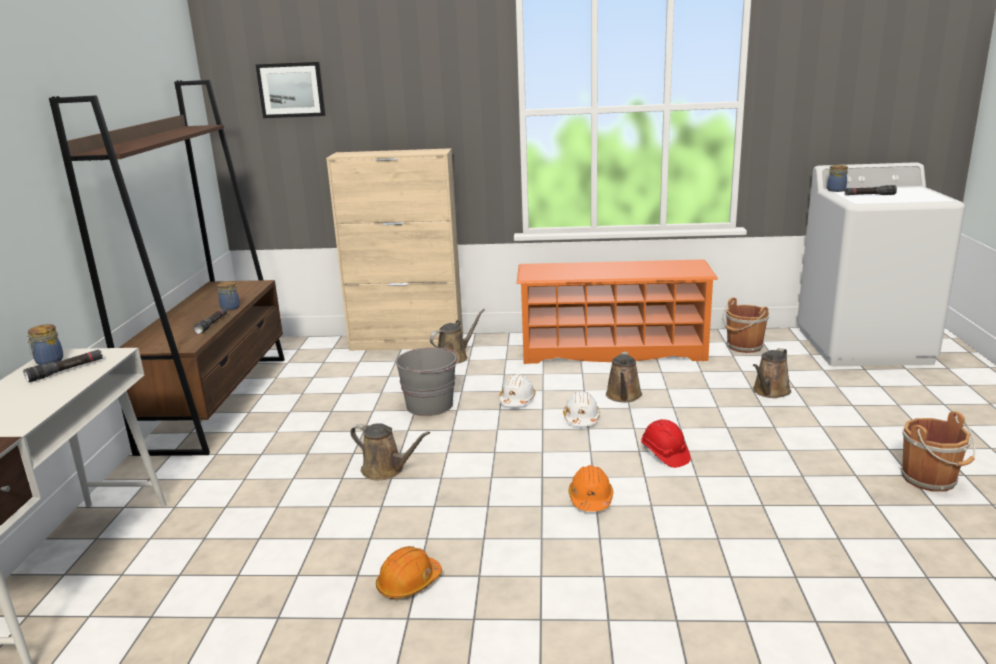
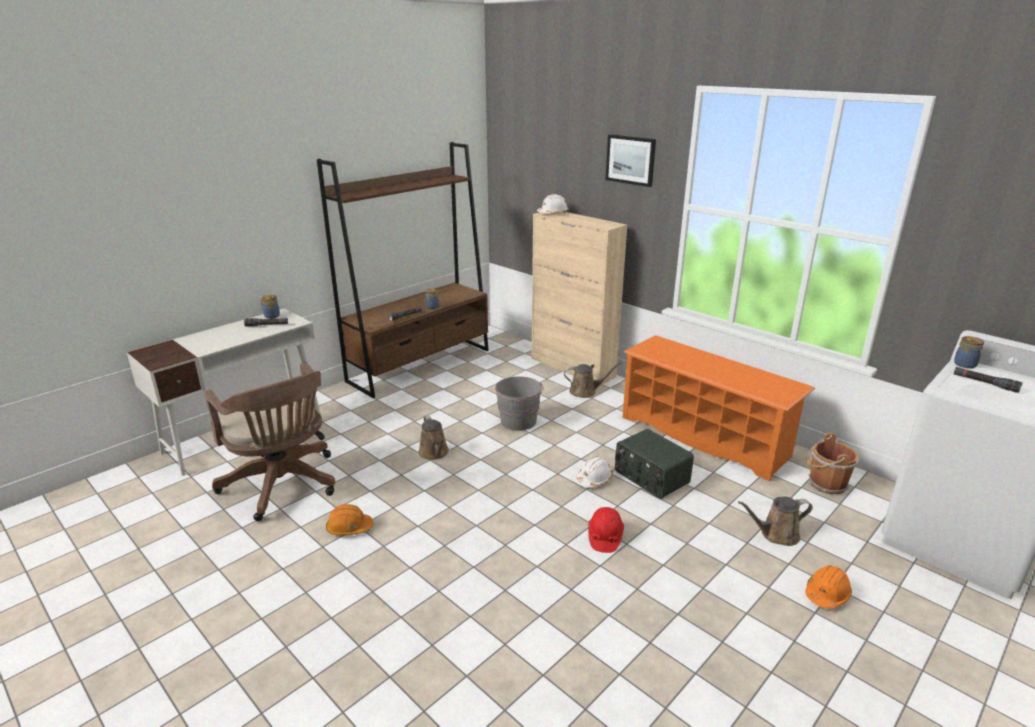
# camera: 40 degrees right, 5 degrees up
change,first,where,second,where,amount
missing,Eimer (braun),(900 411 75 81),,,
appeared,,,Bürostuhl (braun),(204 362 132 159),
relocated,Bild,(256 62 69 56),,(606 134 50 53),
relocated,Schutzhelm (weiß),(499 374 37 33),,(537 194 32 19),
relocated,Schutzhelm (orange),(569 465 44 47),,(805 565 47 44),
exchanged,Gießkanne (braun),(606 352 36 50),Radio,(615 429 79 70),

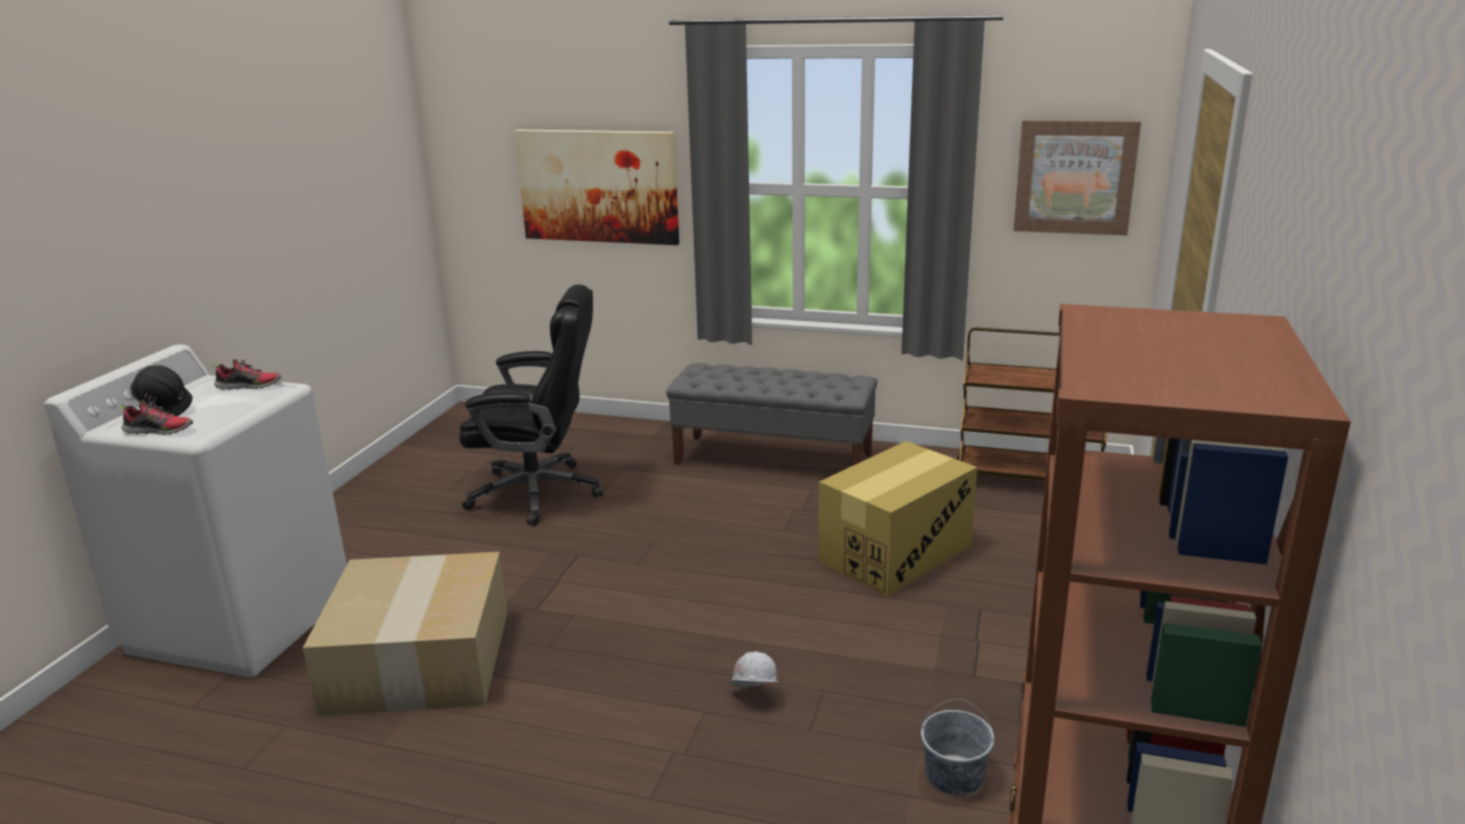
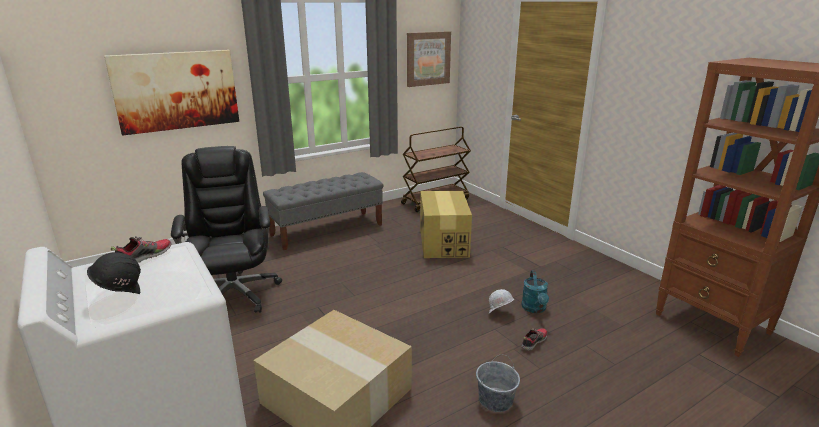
# camera: 50 degrees left, 0 degrees up
change,first,where,second,where,amount
appeared,,,Gießkanne (türkis),(521 270 28 43),
relocated,Schuh,(120 401 73 34),,(521 328 27 23),
relocated,Eimer (grau),(920 699 75 97),,(476 355 44 57),
spun,Bürostuhl (schwarz),(459 285 144 241),,(171 146 111 167),60 degrees counterclockwise

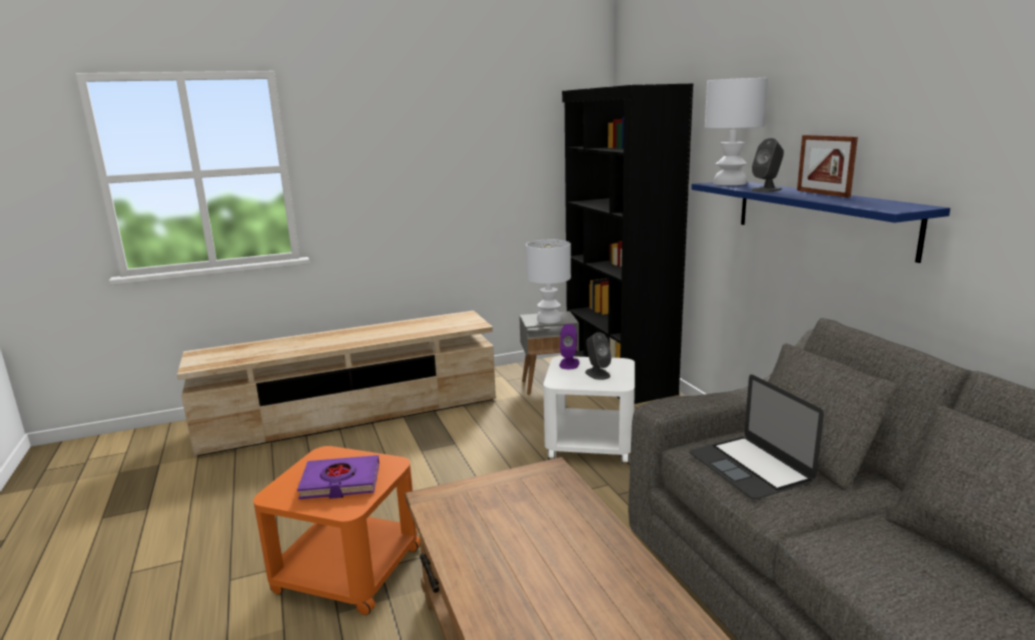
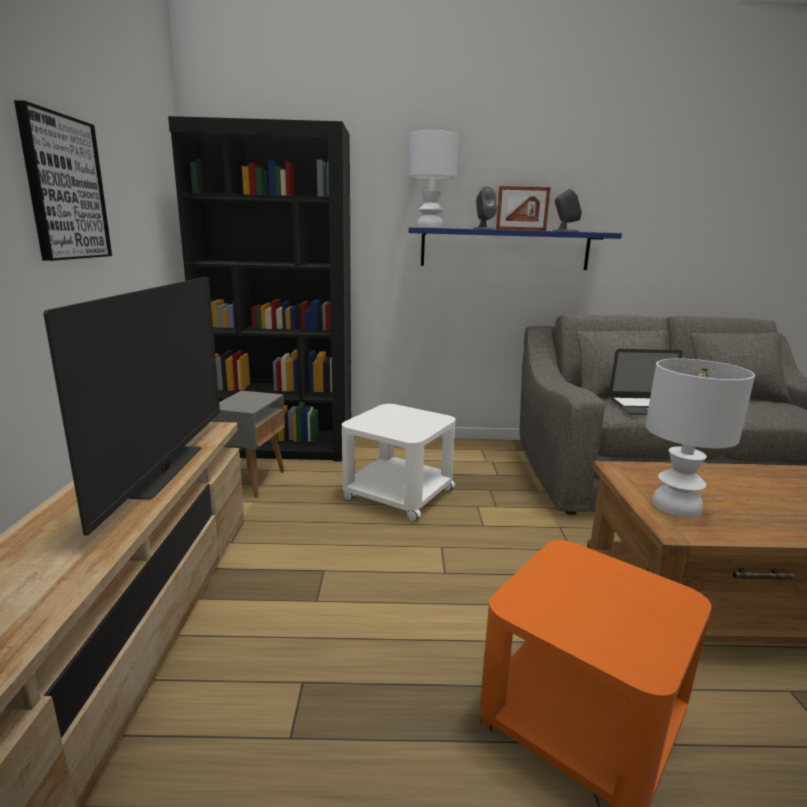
# camera: 70 degrees left, 0 degrees up
change,first,where,second,where,amount
missing,Buch (lila),(297 455 82 44),,,
missing,Lautsprecher (lila),(560 324 19 45),,,
appeared,,,Bild,(14 100 98 161),
appeared,,,Fernseher,(43 277 177 259),
relocated,Tischlampe (weiß),(526 240 45 83),,(645 358 110 160),
relocated,Lautsprecher (grau),(585 332 27 48),,(552 189 30 43),

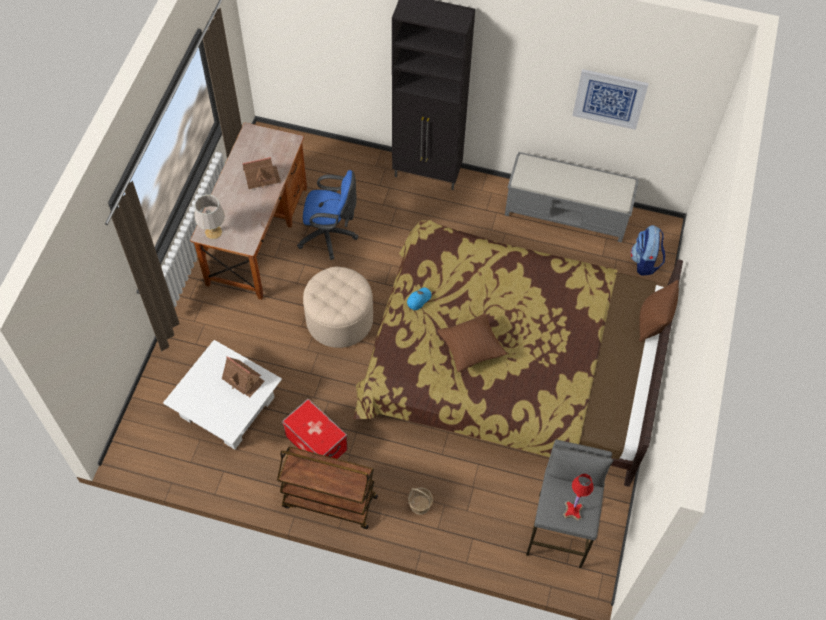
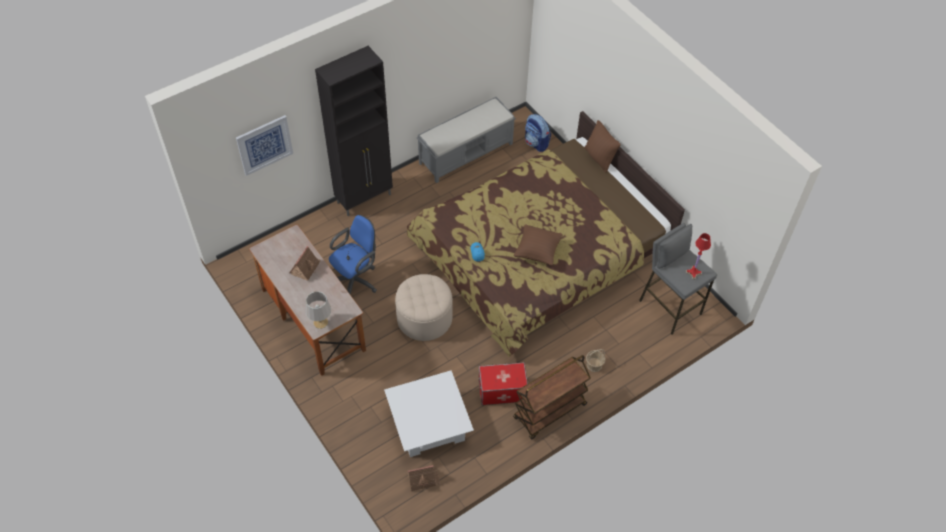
# camera: 50 degrees left, 5 degrees down
change,first,where,second,where,amount
relocated,Spielzeughaus,(222 356 43 41),,(407 465 33 26),
relocated,Bild,(572 69 77 61),,(236 115 57 61),

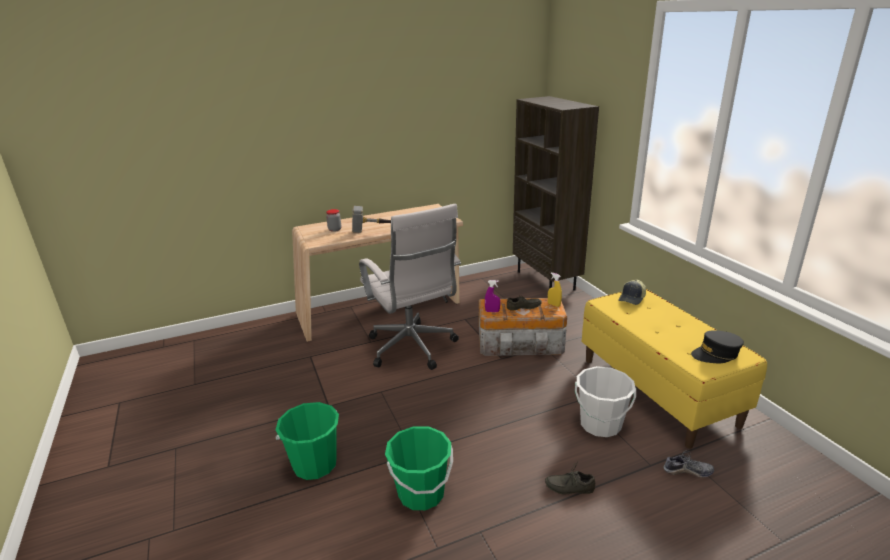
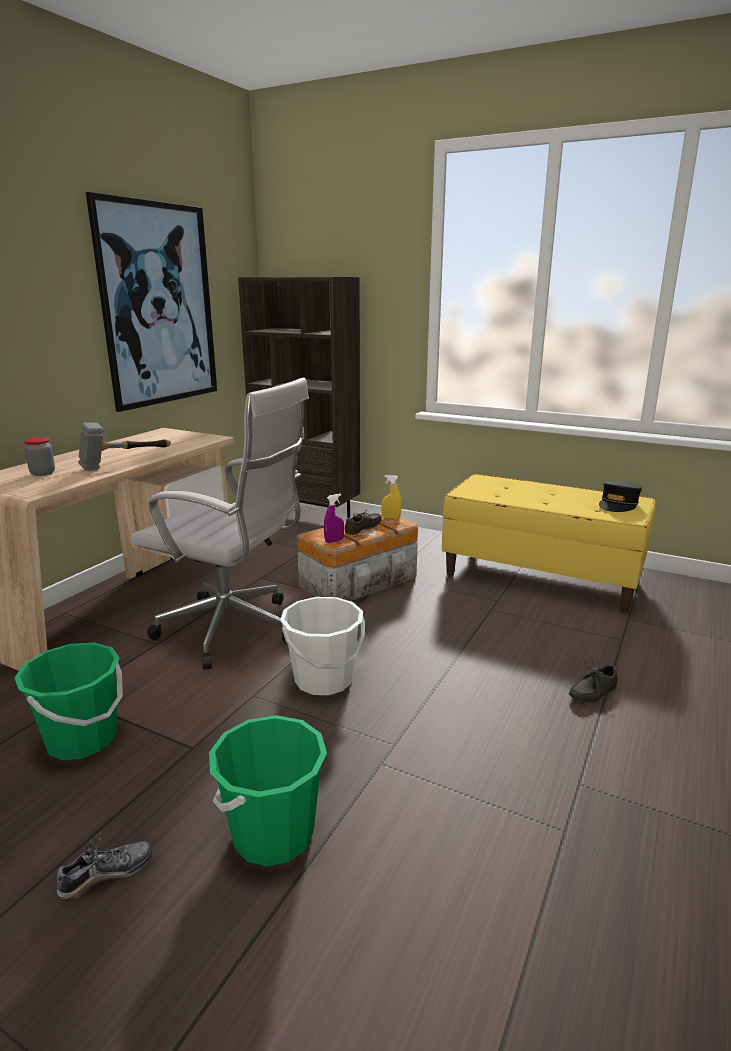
# camera: 40 degrees left, 5 degrees down
change,first,where,second,where,amount
missing,Kappe,(618 280 28 25),,,
appeared,,,Bild,(86 192 131 220),
relocated,Eimer (grün),(385 427 68 83),,(14 642 109 118),
relocated,Eimer (weiß),(575 366 61 71),,(280 597 85 98),
relocated,Schuh,(663 450 51 27),,(53 832 99 68),

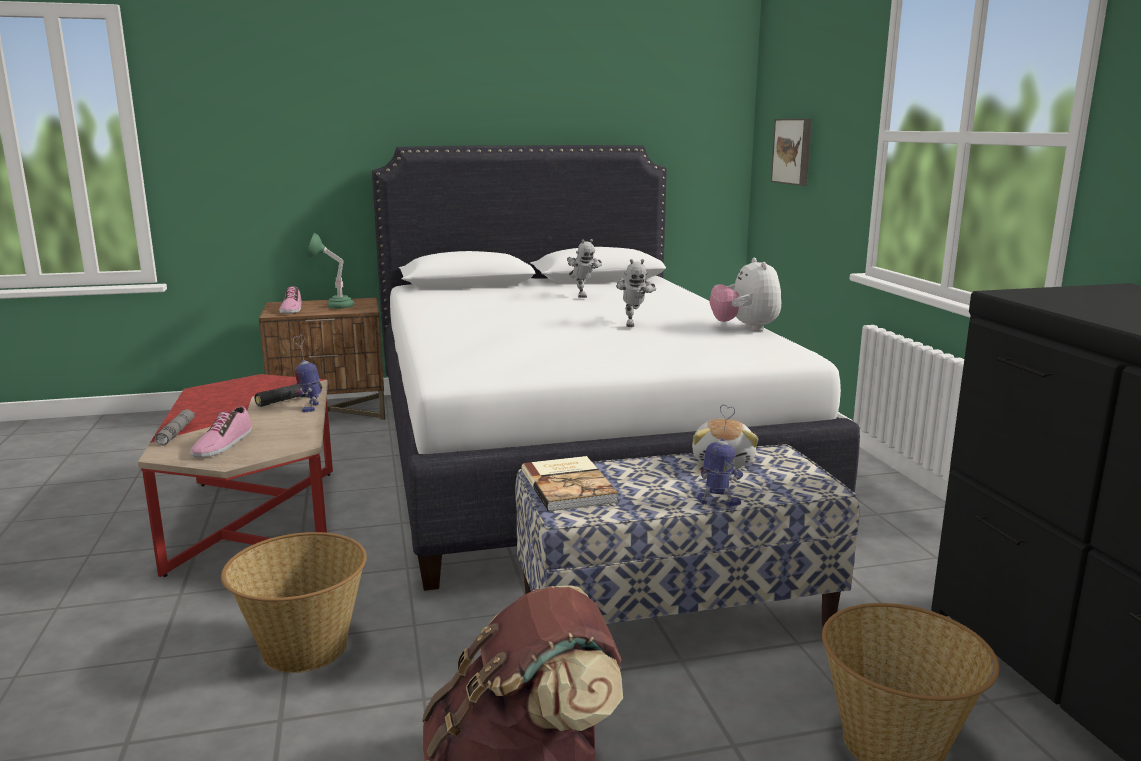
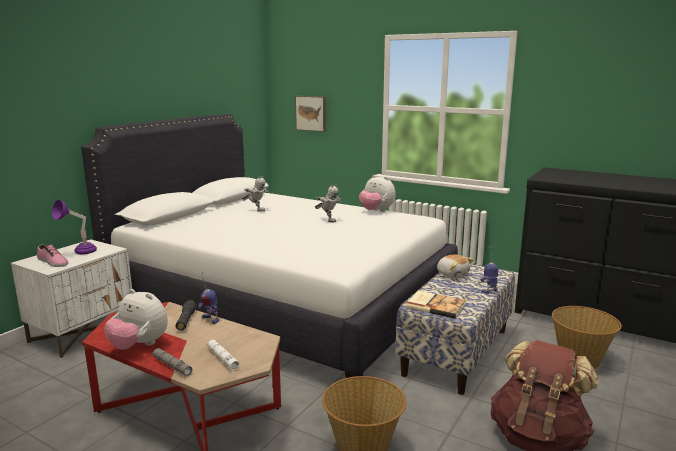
# camera: 45 degrees left, 0 degrees up
change,first,where,second,where,amount
appeared,,,Plüschtier,(104 289 64 61),
exchanged,Schuh,(190 406 62 52),Taschenlampe (weiß),(207 340 32 30),
colour,Nachttisch (braun),(259 298 126 122),Nachttisch (weiß),(11 239 121 120),
colour,Tischlampe (grün),(306 233 48 76),Tischlampe (lila),(52 200 45 54),

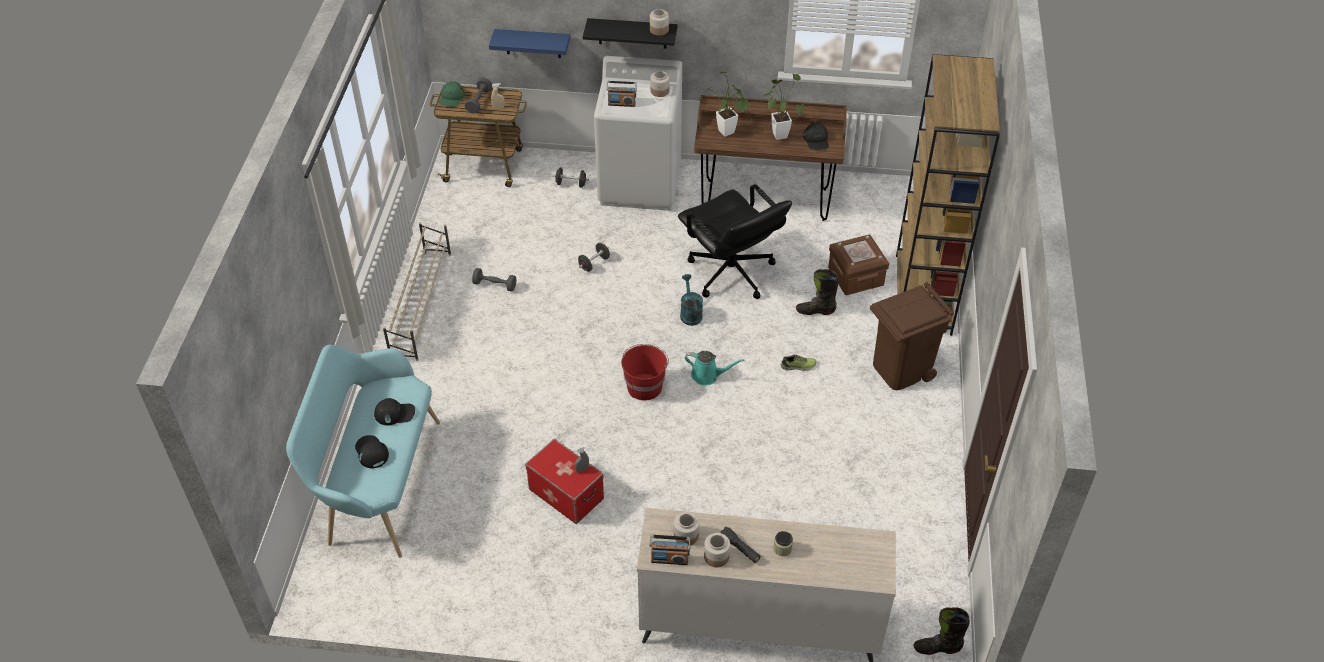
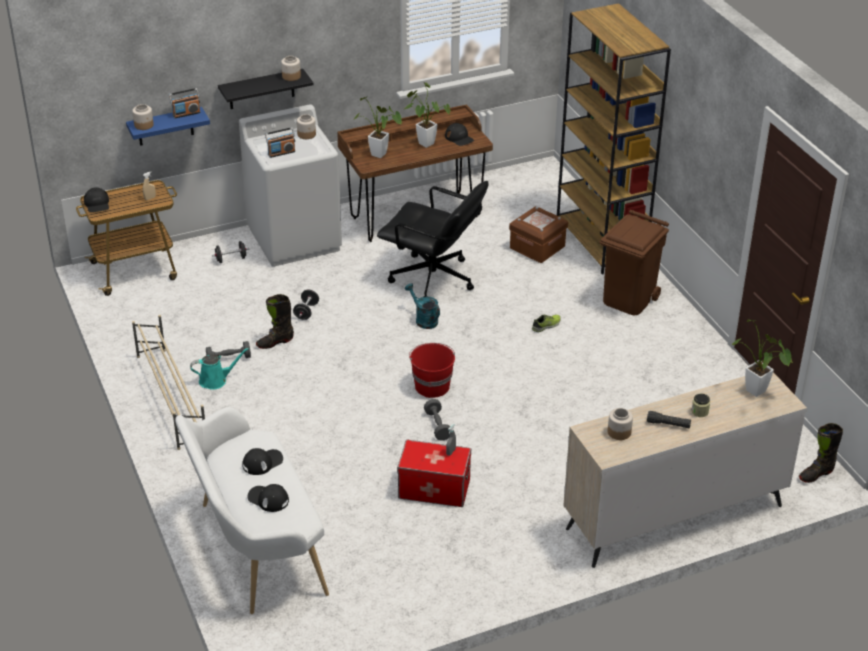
# camera: 30 degrees left, 10 degrees down
change,first,where,second,where,amount
appeared,,,Topfpflanze,(732 320 61 77),
relocated,Hantel (grau),(465 78 27 35),,(424 399 26 42),
relocated,Radio,(649 535 41 30),,(169 88 32 31),
relocated,Gießkanne (türkis),(685 351 59 35),,(190 348 59 42),
relocated,Vorratsglas,(704 533 26 34),,(132 104 22 26),
relocated,Stiefel (schwarz),(796 269 43 46),,(256 294 38 55),
colour,Bank (türkis),(286 345 154 213),Bank (weiß),(175 407 154 207),
colour,Kappe (grün),(439 81 26 26),Kappe (schwarz),(84 187 25 25),

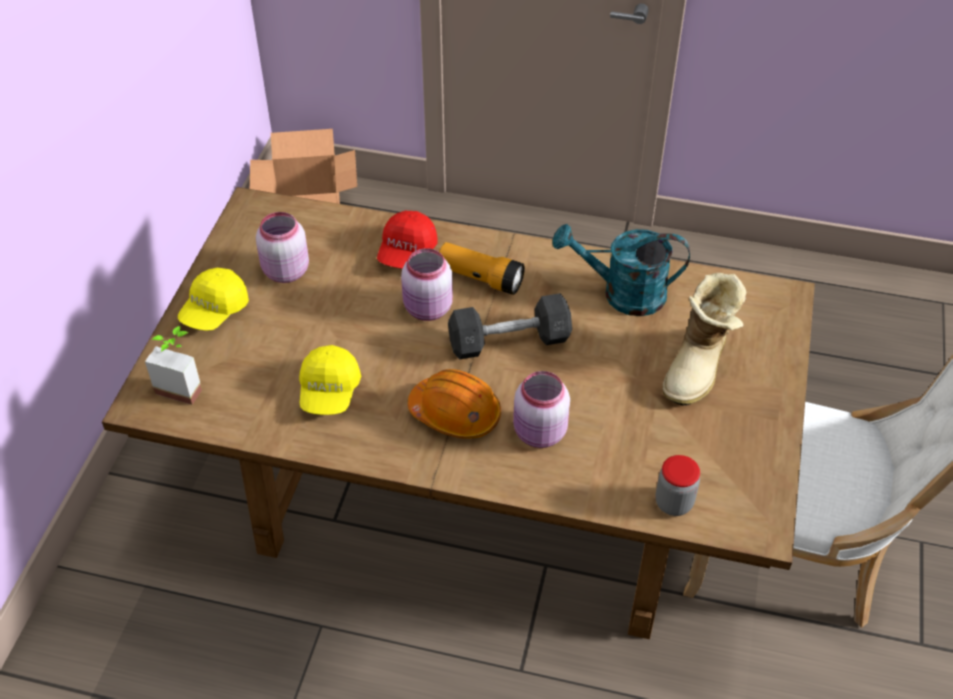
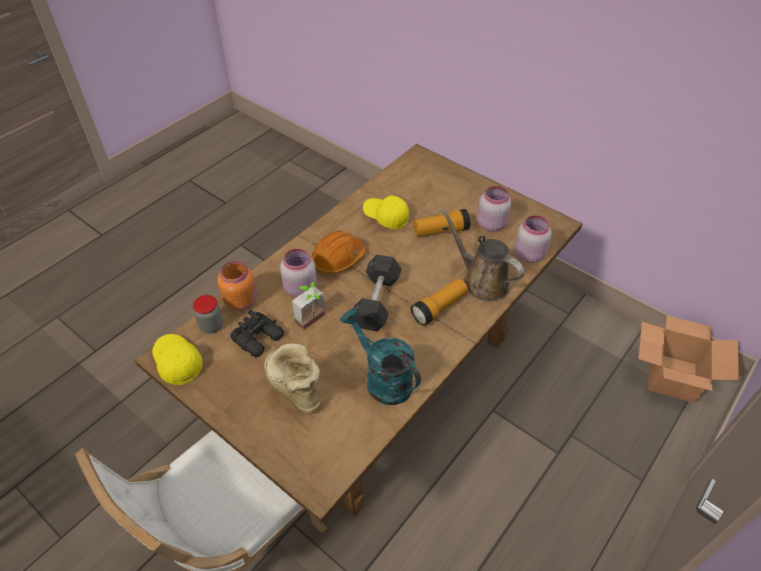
# camera: 115 degrees right, 0 degrees up
change,first,where,second,where,amount
appeared,,,Vorratsglas (orange),(217 261 40 50),
appeared,,,Fernglas (schwarz),(230 310 54 48),
appeared,,,Taschenlampe,(414 209 57 28),
relocated,Topfpflanze,(145 326 57 79),,(292 282 33 48),
relocated,Kappe (gelb),(178 268 71 63),,(152 334 51 51),
relocated,Vorratsglas (rosa),(401 248 52 73),,(514 215 38 48),
exchanged,Kappe (rot),(377 211 61 58),Gießkanne (braun),(441 208 84 93),
spun,Gießkanne (türkis),(552 224 138 92),,(340 309 81 96),75 degrees counterclockwise

